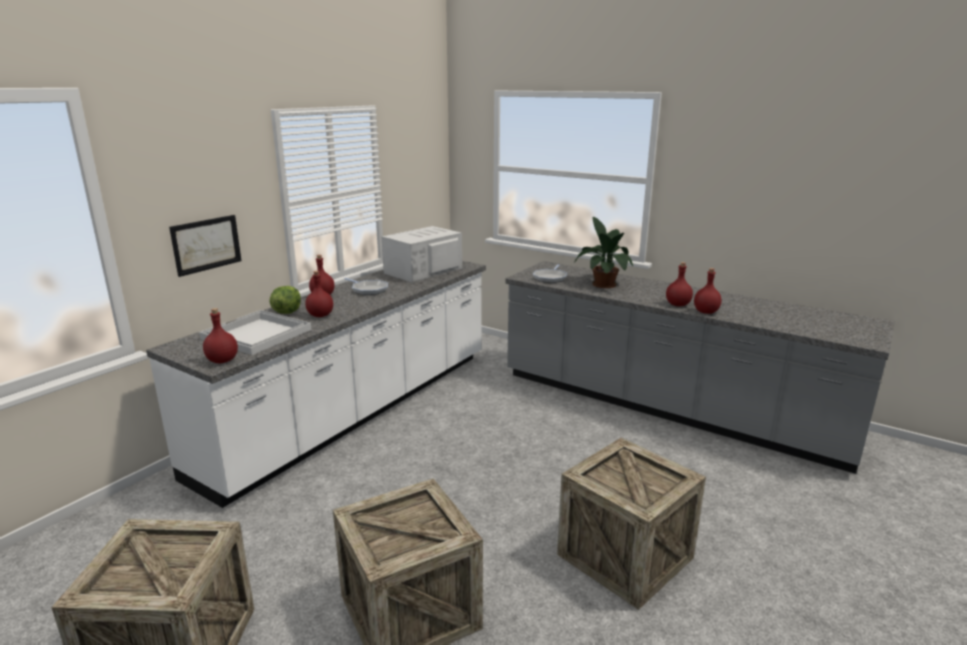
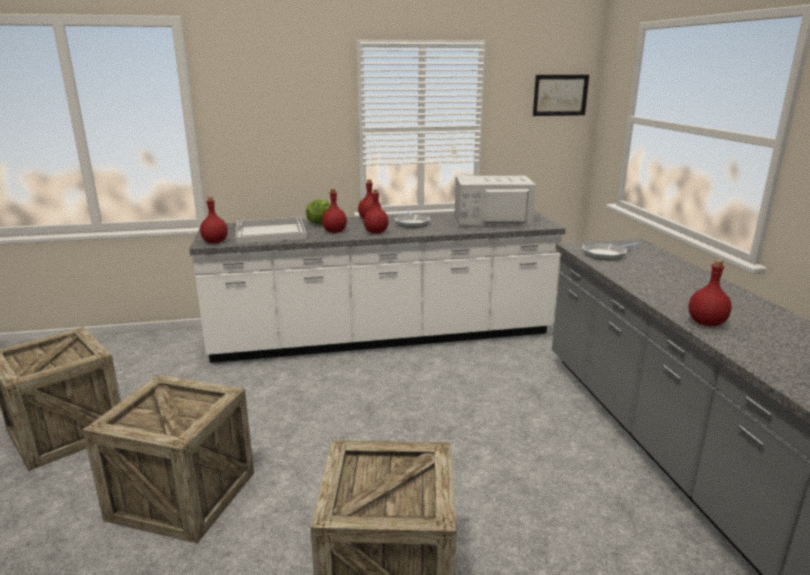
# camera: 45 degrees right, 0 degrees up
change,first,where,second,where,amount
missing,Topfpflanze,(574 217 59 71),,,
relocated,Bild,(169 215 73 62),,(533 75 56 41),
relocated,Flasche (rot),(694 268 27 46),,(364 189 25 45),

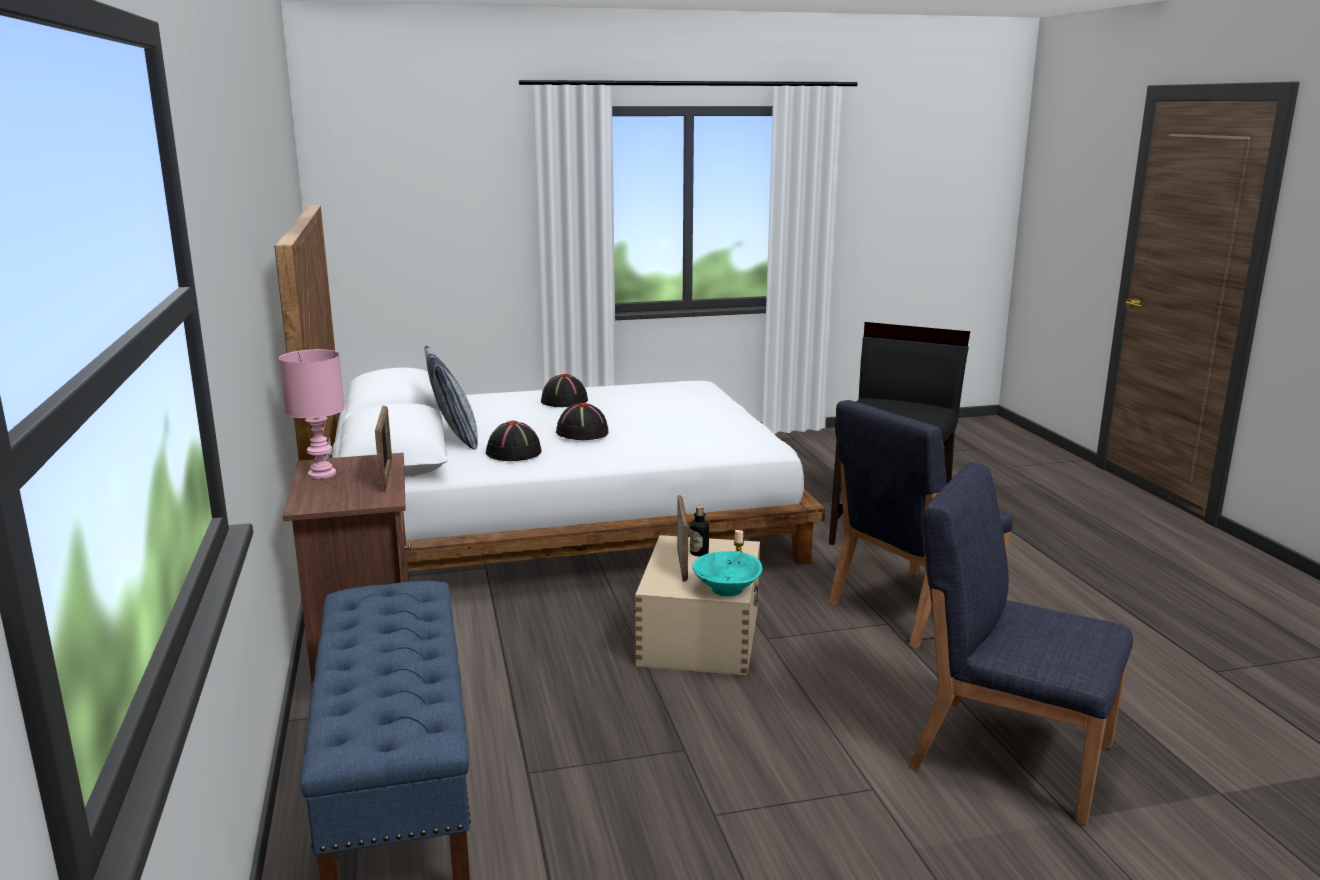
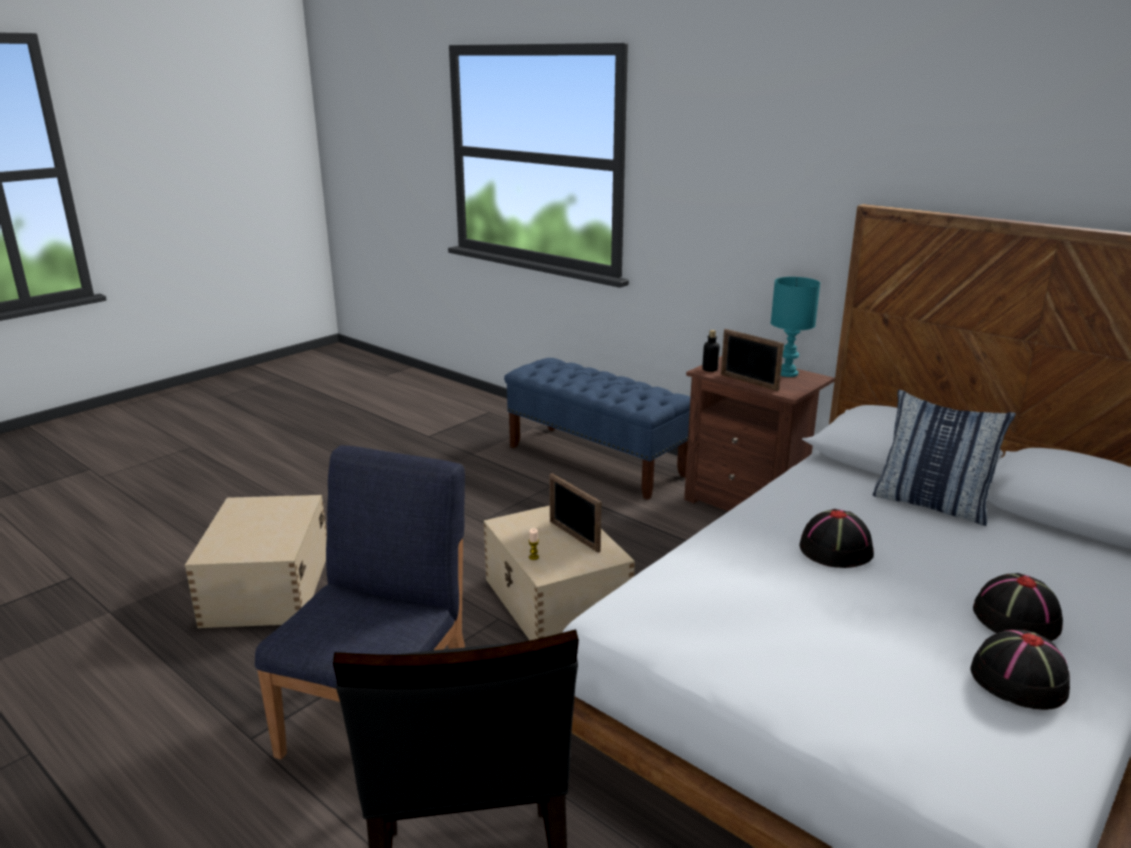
# camera: 145 degrees right, 5 degrees up
change,first,where,second,where,amount
missing,Schüssel (türkis),(692 551 70 46),,,
relocated,Hut (schwarz),(486 420 56 41),,(970 630 100 80),
relocated,Flasche,(690 506 19 50),,(702 330 18 42),
exchanged,Stuhl (blau),(908 462 225 364),Aufbewahrungsbox (beige),(185 495 142 133),
colour,Tischlampe (rosa),(279 349 66 130),Tischlampe (türkis),(771 277 49 100),

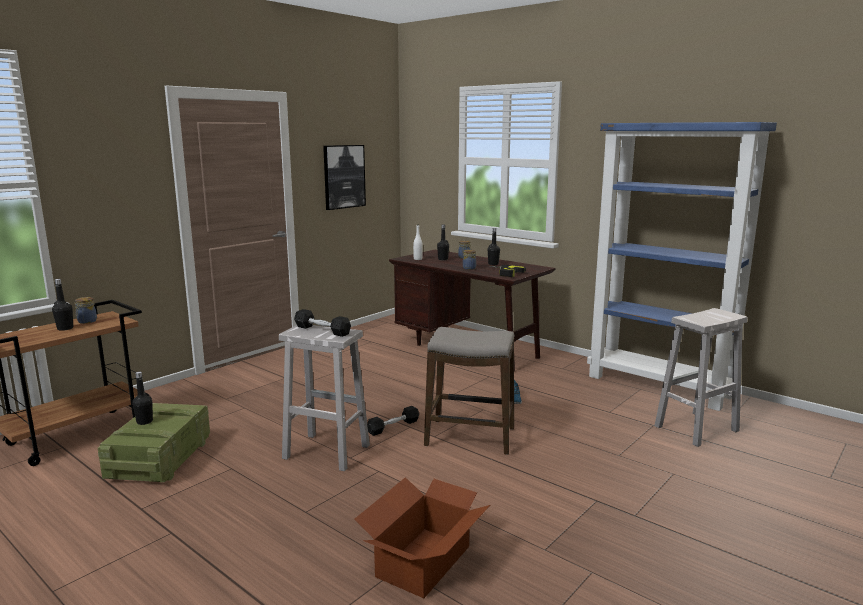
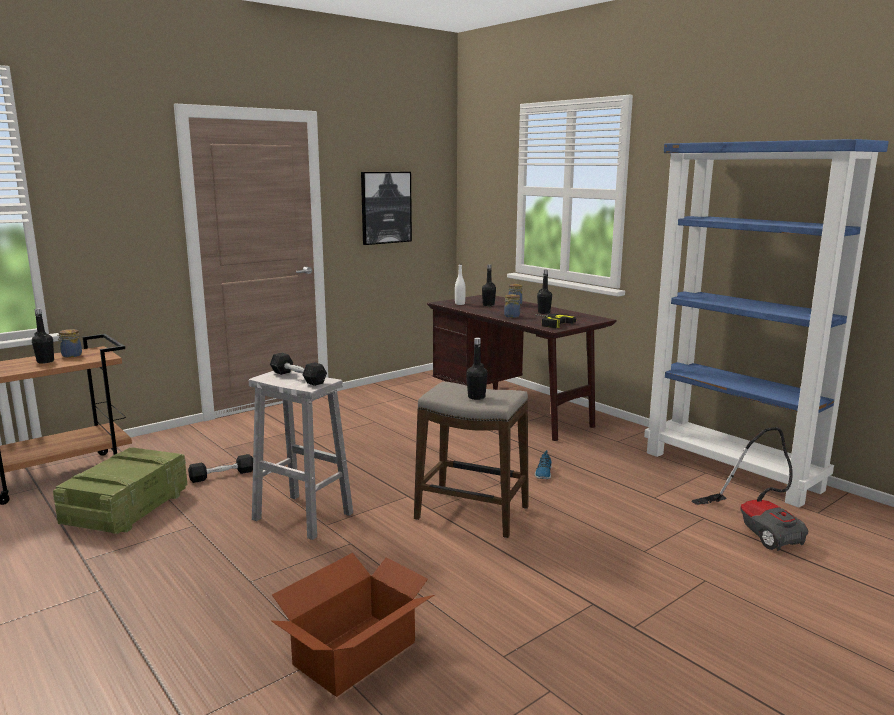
# camera: 10 degrees right, 0 degrees up
change,first,where,second,where,amount
relocated,Flasche (schwarz),(132 372 21 53),,(466 338 22 62),
relocated,Hantel (schwarz),(367 406 52 30),,(188 454 65 29),
exchanged,Hocker (weiß),(654 308 94 139),Staubsauger,(691 427 117 124),

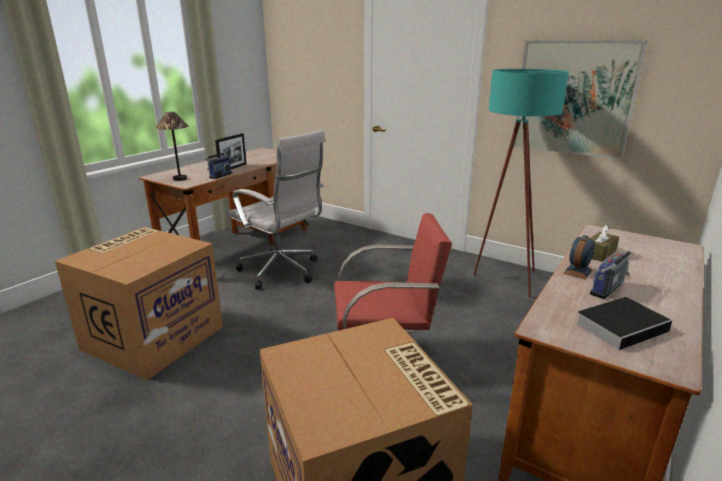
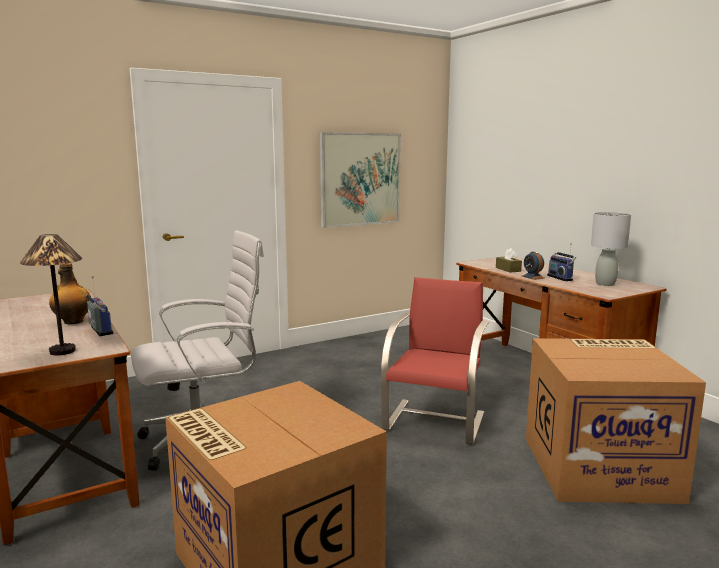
# camera: 65 degrees left, 10 degrees down
change,first,where,second,where,amount
missing,Stehlampe (türkis),(473 69 96 229),,,
exchanged,Bilderrahmen,(215 133 31 36),Flasche,(49 263 42 61),
exchanged,Buch,(576 297 99 53),Tischlampe (grau),(591 212 40 74),

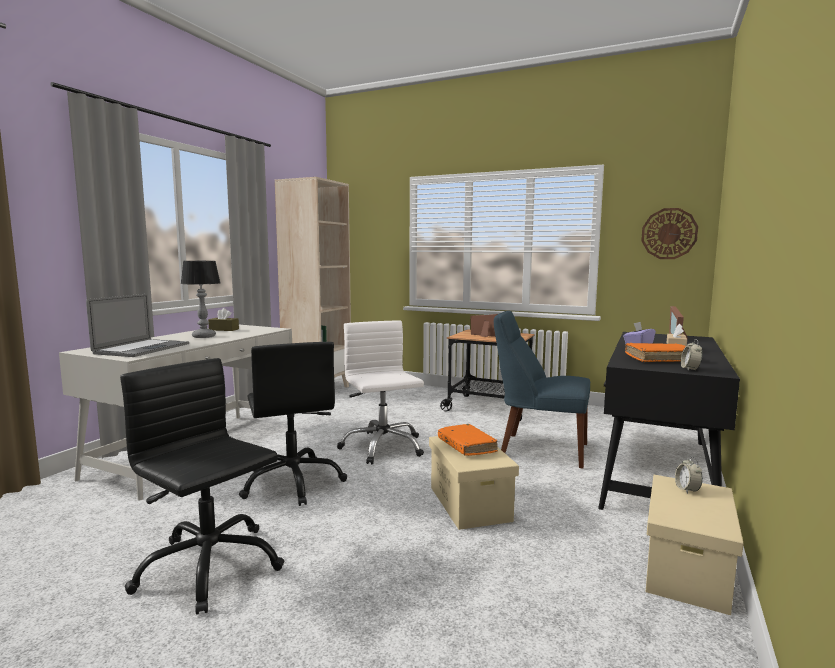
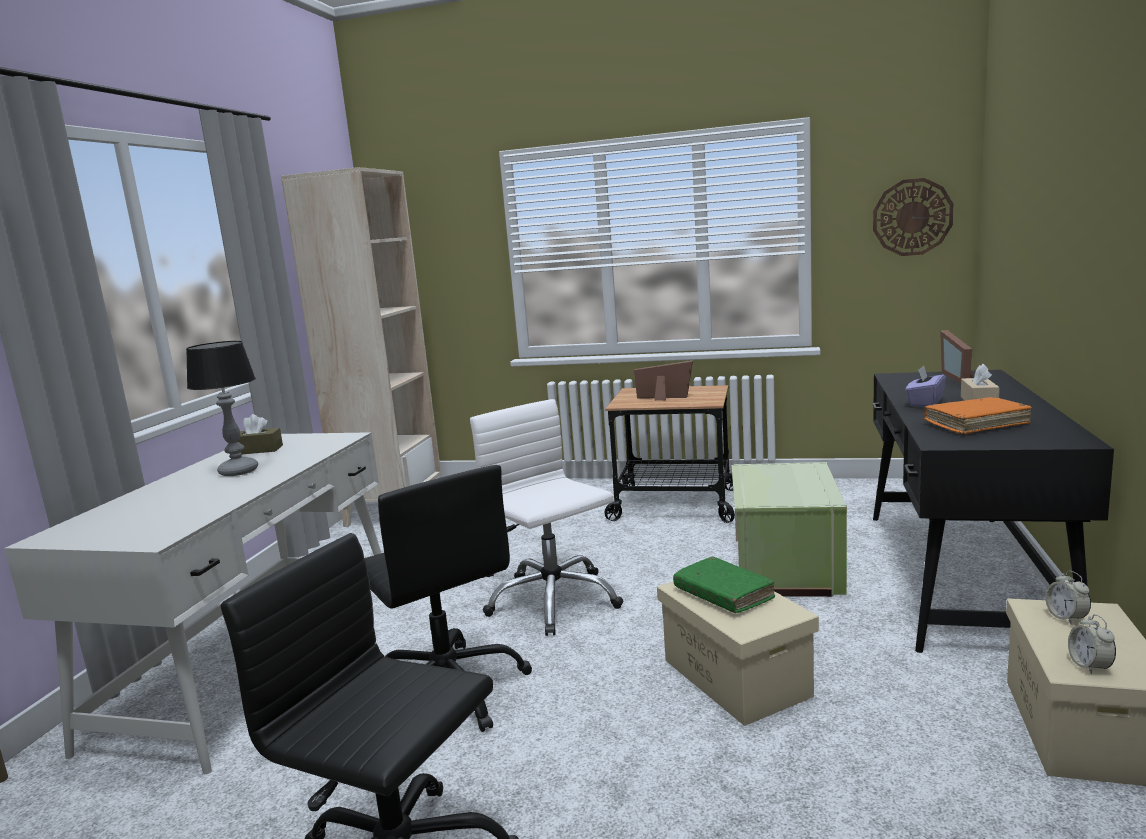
# camera: 10 degrees left, 5 degrees up
change,first,where,second,where,amount
missing,Laptop,(86 294 103 63),,,
relocated,Wecker,(681 339 22 32),,(1068 614 48 60),
exchanged,Stuhl (blau),(494 311 96 158),Aufbewahrungsbox (grün),(732 462 115 135),
colour,Buch (orange),(438 424 60 32),Buch (grün),(673 556 102 57),

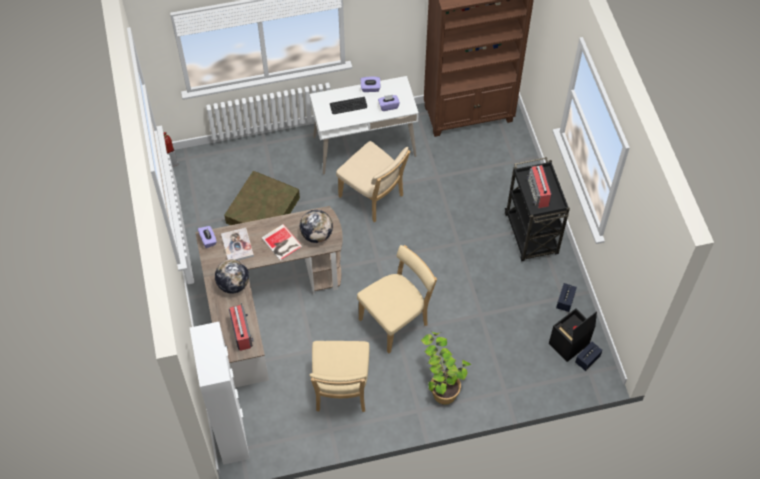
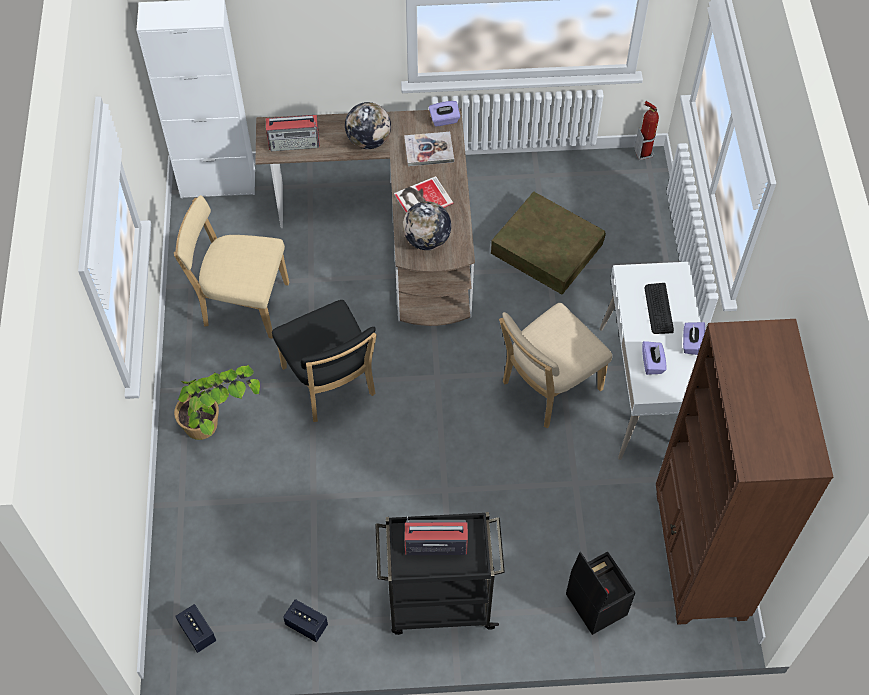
# camera: 100 degrees right, 0 degrees up
change,first,where,second,where,amount
relocated,Aufbewahrungsbox (schwarz),(549 308 48 54),,(566 552 69 83),
colour,Stuhl (beige),(357 245 80 108),Stuhl (schwarz),(272 300 105 122),

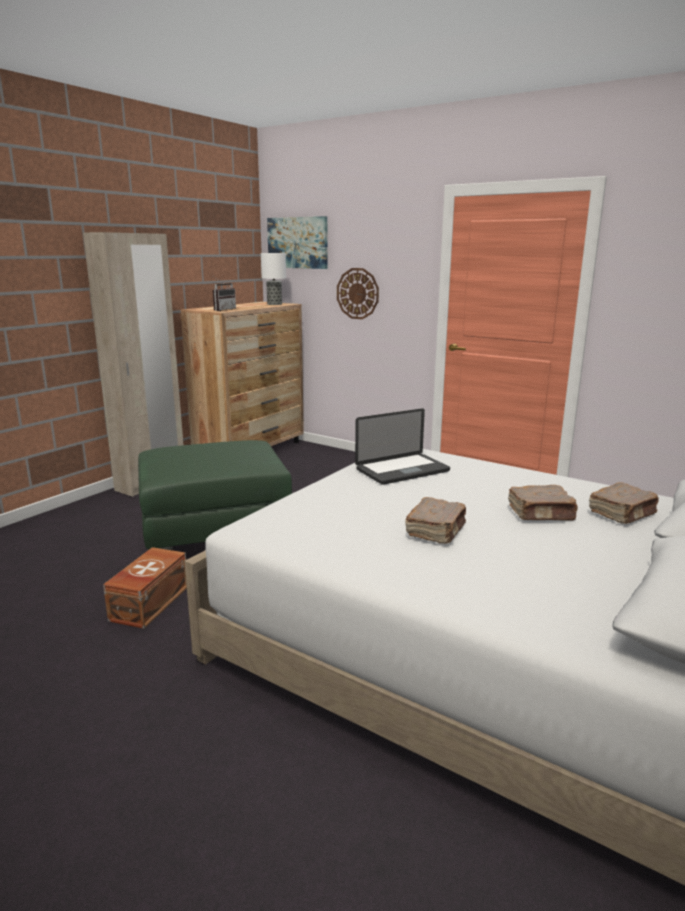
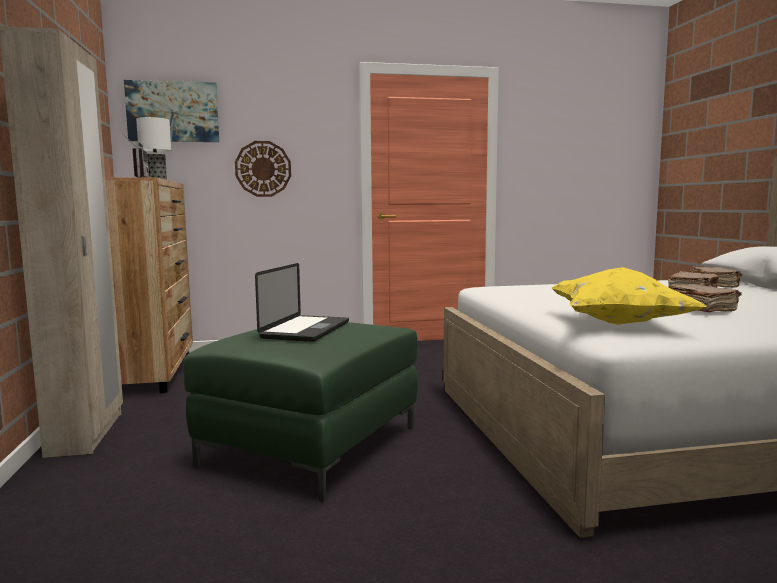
# camera: 45 degrees left, 10 degrees down
change,first,where,second,where,amount
missing,Aufbewahrungsbox (braun),(103 547 84 82),,,
appeared,,,Kissen (gelb),(552 267 154 58),
relocated,Laptop,(355 408 95 77),,(255 263 94 79),

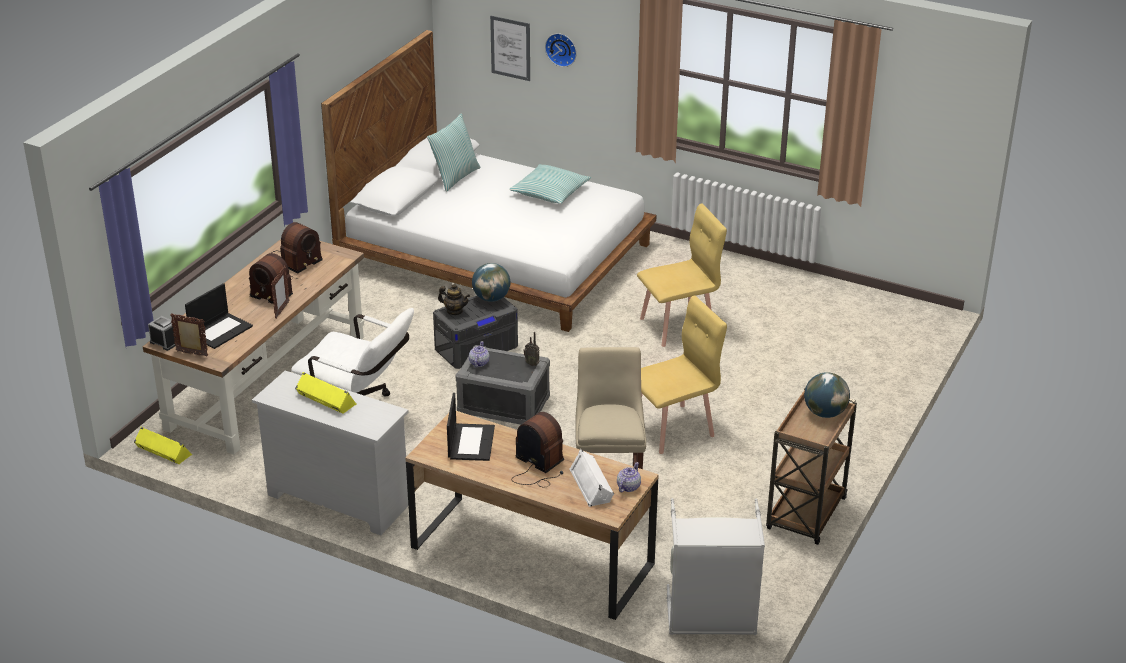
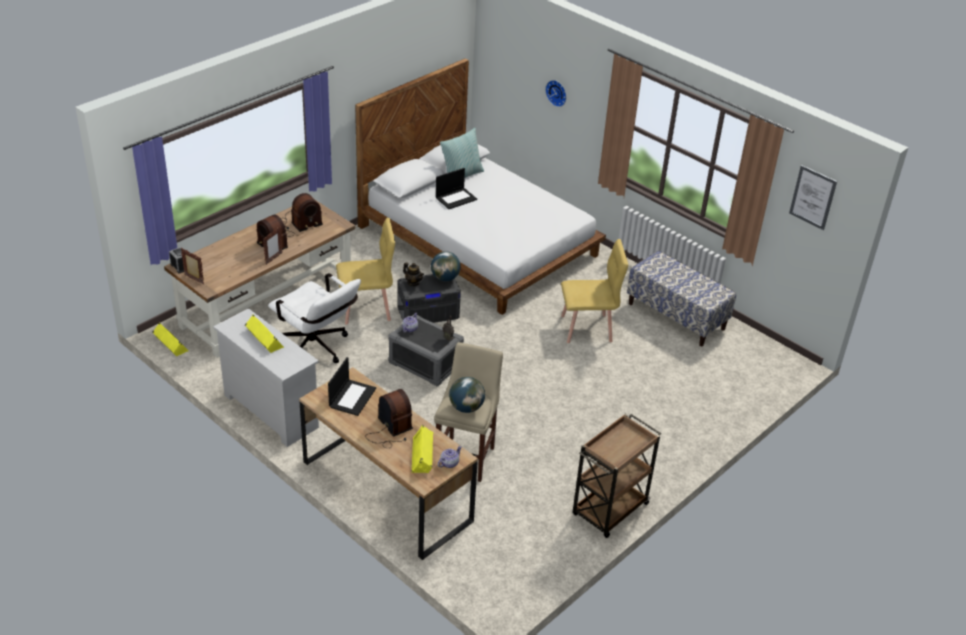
# camera: 15 degrees right, 5 degrees up
change,first,where,second,where,amount
missing,Kissen,(509 164 82 40),,,
missing,Wäschekorb (grau),(667 498 98 137),,,
appeared,,,Bank,(627 251 109 95),
relocated,Laptop,(185 283 68 66),,(436 168 41 41),
relocated,Bild,(490 16 40 65),,(789 165 48 65),
relocated,Stuhl (gelb),(641 296 86 158),,(336 218 59 107),
relocated,Globus,(804 372 46 46),,(449 377 36 36),
colour,Lautsprecher (weiß),(569 449 45 58),Lautsprecher (gelb),(411 425 22 48),

